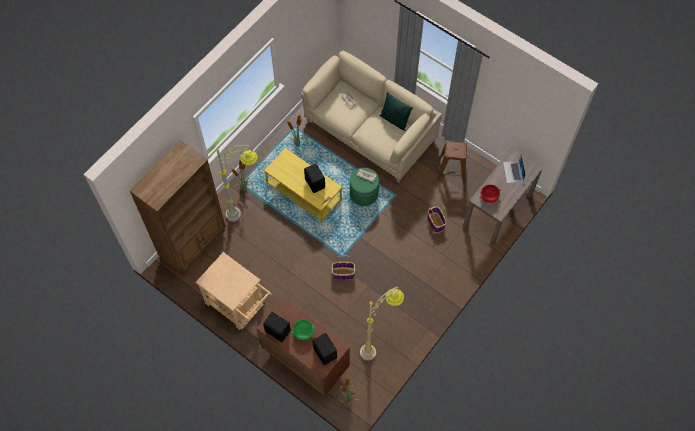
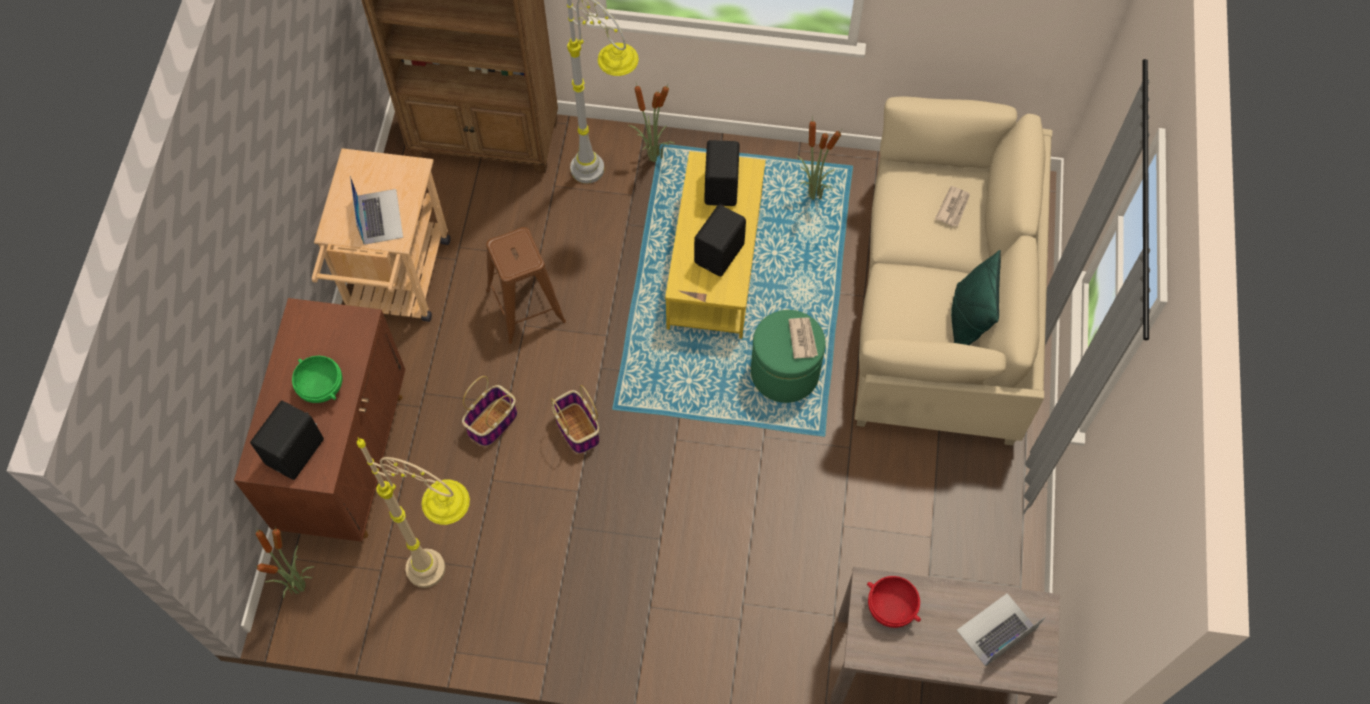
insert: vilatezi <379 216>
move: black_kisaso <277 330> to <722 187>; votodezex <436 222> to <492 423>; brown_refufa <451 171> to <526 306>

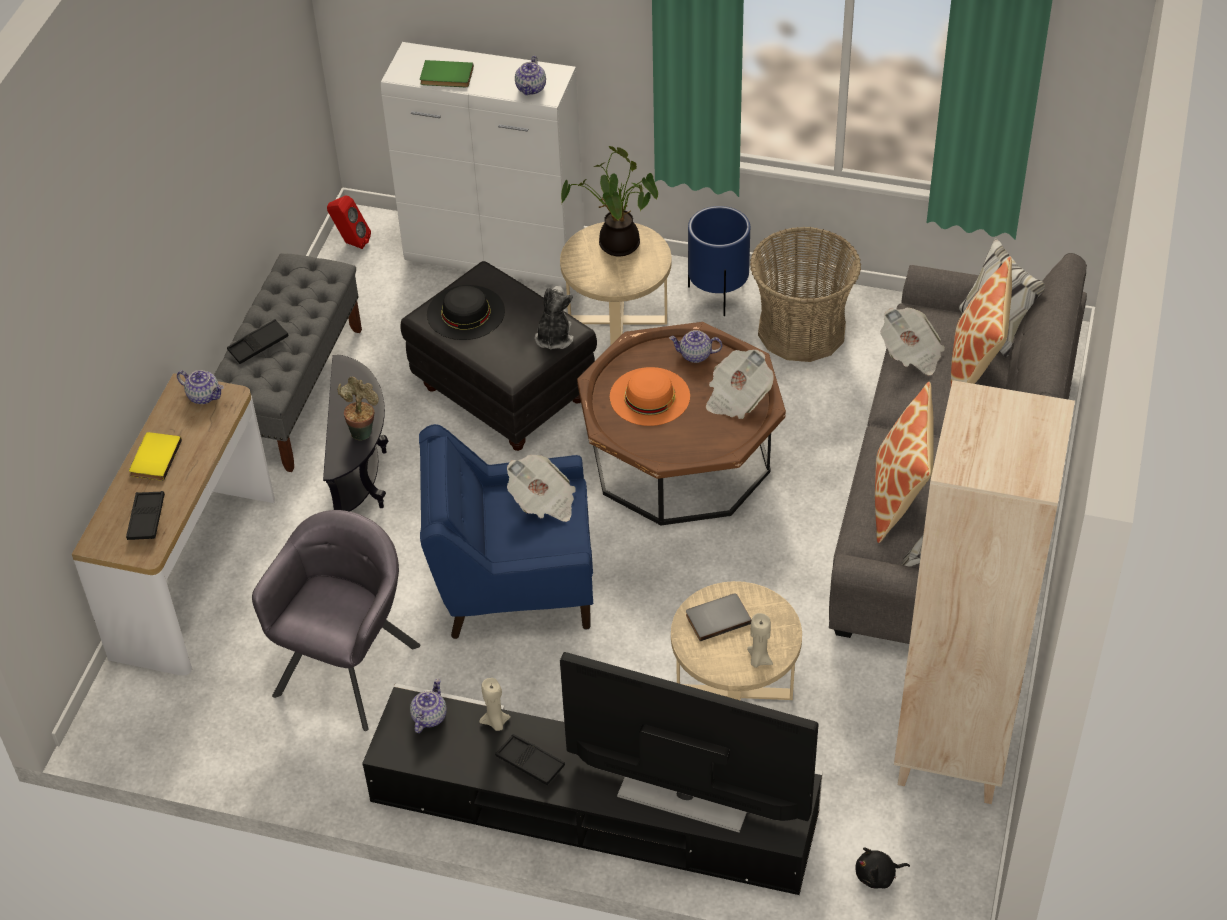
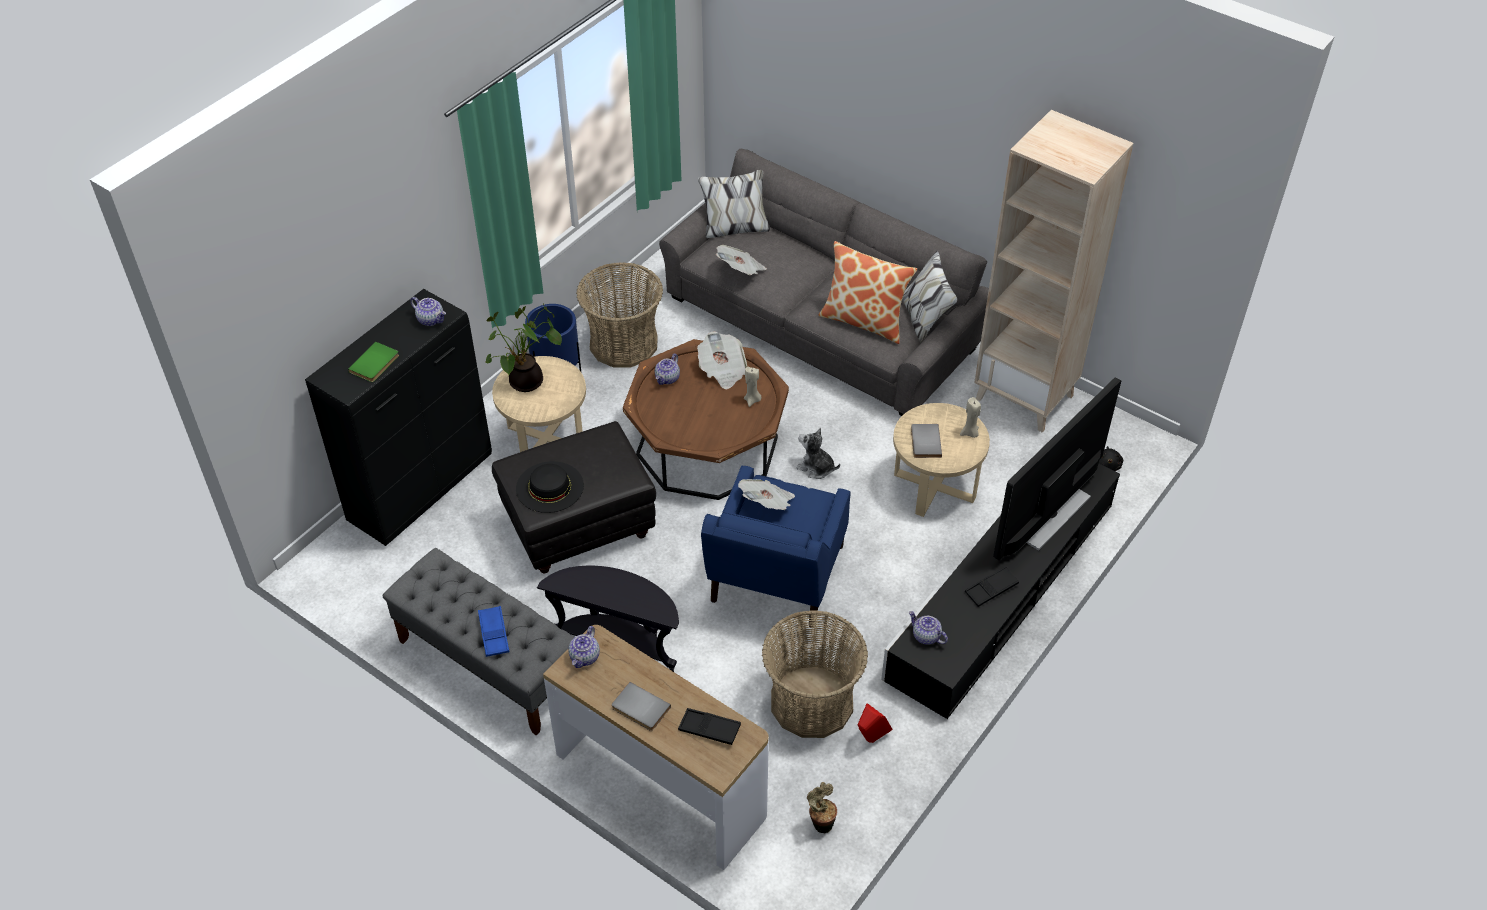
delete: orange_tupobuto <650 396>; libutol <975 367>
move: red_kisaso <351 243> to <870 739>; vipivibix <362 431> to <821 823>; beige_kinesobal <495 722> to <752 400>; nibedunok <554 337> to <816 468>
replace: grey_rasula <348 669> to votodezex <811 702>
recolor: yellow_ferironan <153 458> to grey_ferironan <639 709>; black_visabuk <258 345> to blue_visabuk <494 634>; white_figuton <496 256> to black_figuton <422 488>
rotate: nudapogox <204 396> = <585 657> 150 degrees clockwise

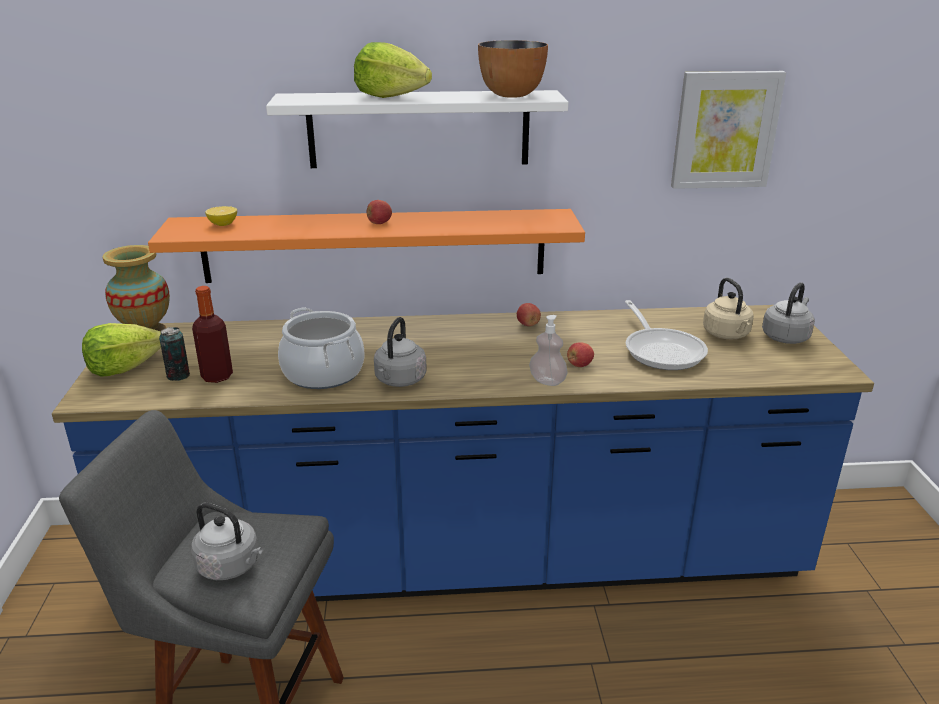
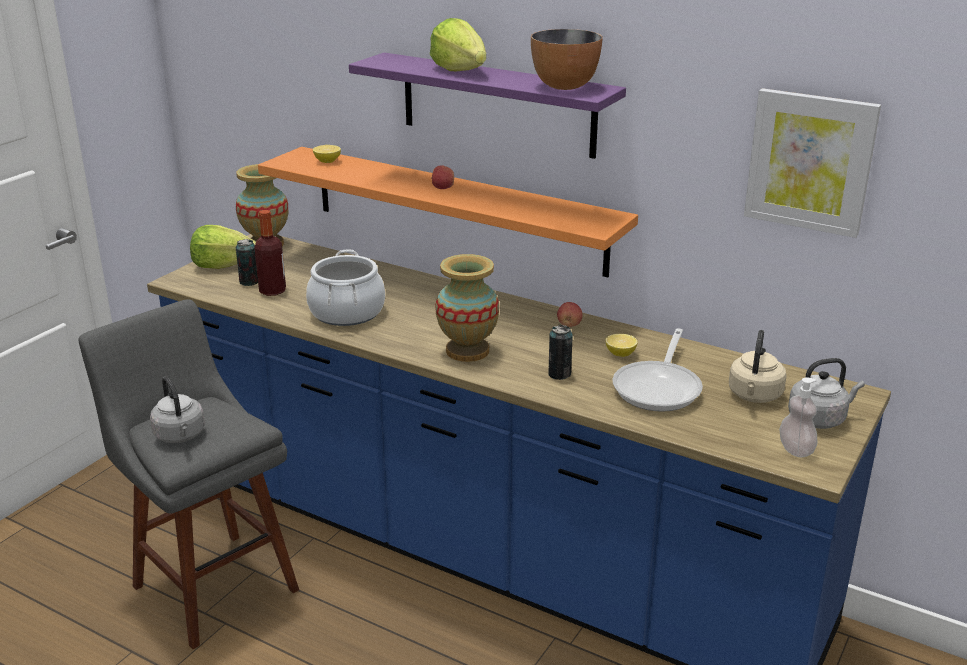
delete: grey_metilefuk <399 381>
insert: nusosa <468 351>; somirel <620 354>
move: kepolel <547 381> to <795 450>
replace: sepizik <579 365> to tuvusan <559 374>
recolor: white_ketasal <419 129> to purple_ketasal <497 105>

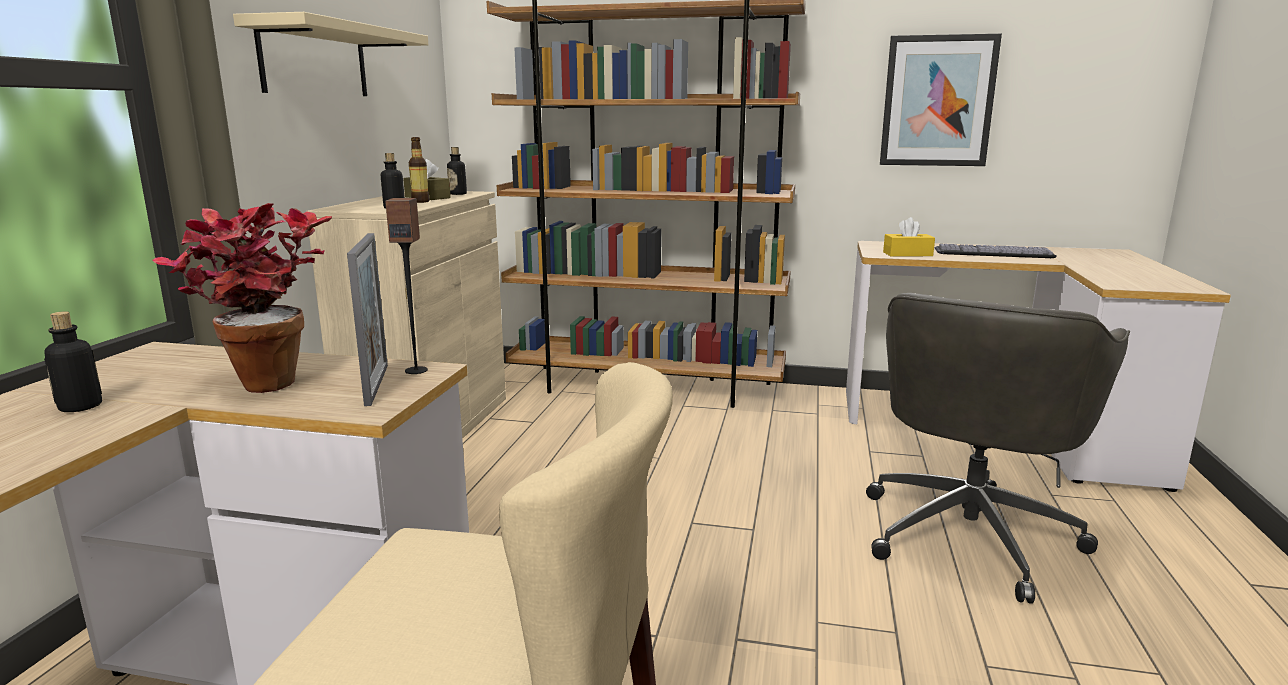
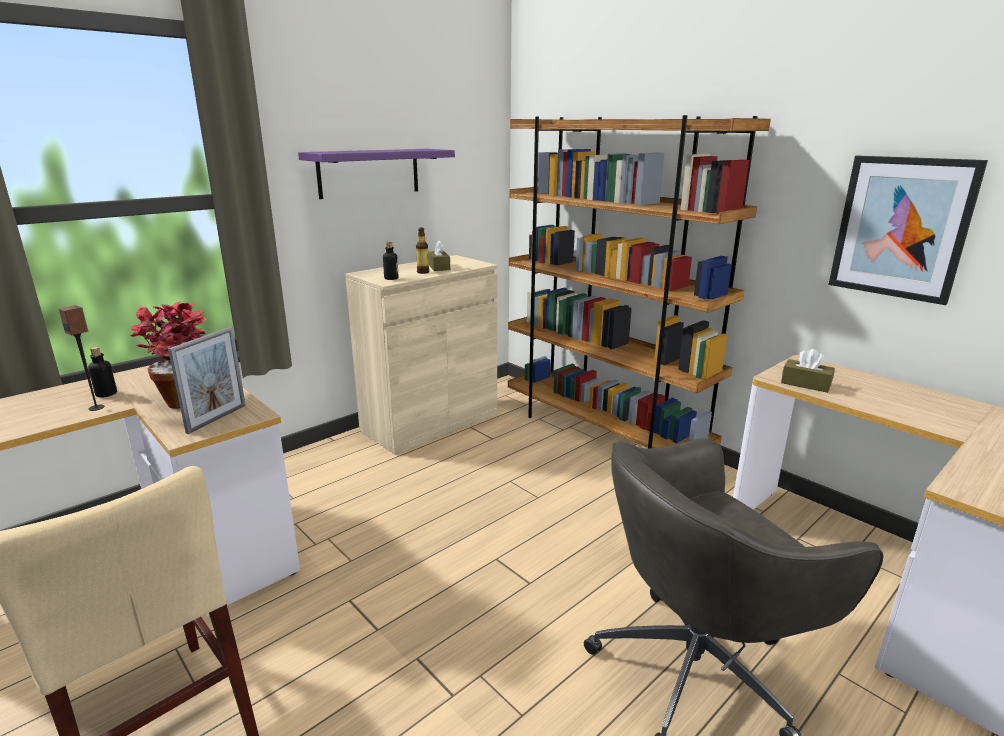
delete: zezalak <458 194>; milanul <993 252>
move: kisaso <416 370> to <97 407>
recolor: beige_ketasal <315 61> to purple_ketasal <369 172>; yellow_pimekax <907 254> to brown_pimekax <805 384>

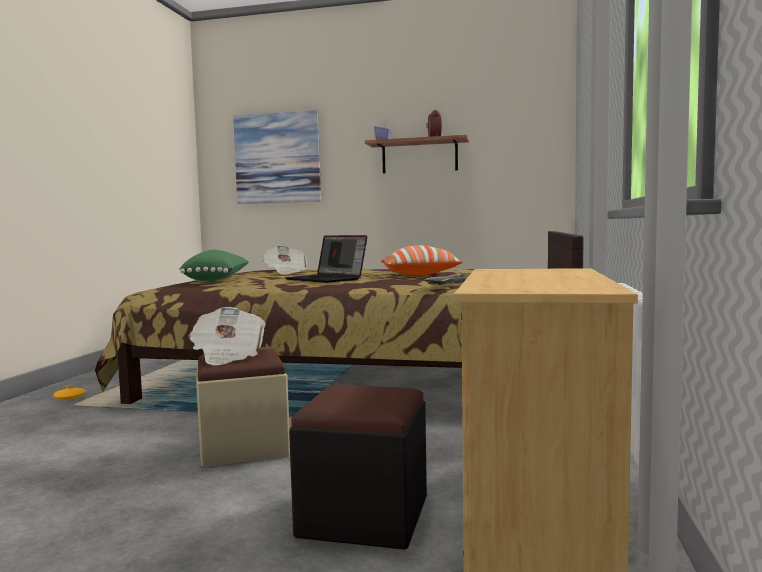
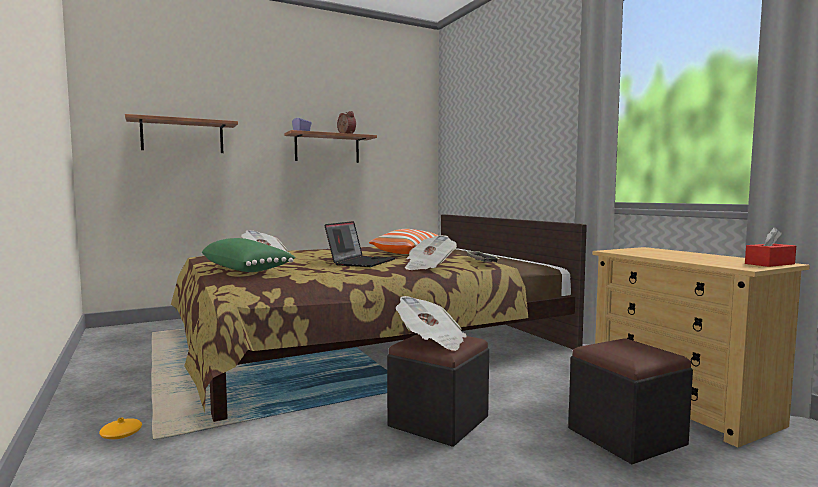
insert: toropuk <428 267>; red_pimekax <769 264>
replace: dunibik <277 158> to ketasal <182 136>
recolor: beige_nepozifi <243 446> to black_nepozifi <438 421>
rotate: vilatezi <327 279> = <361 262> 75 degrees counterclockwise

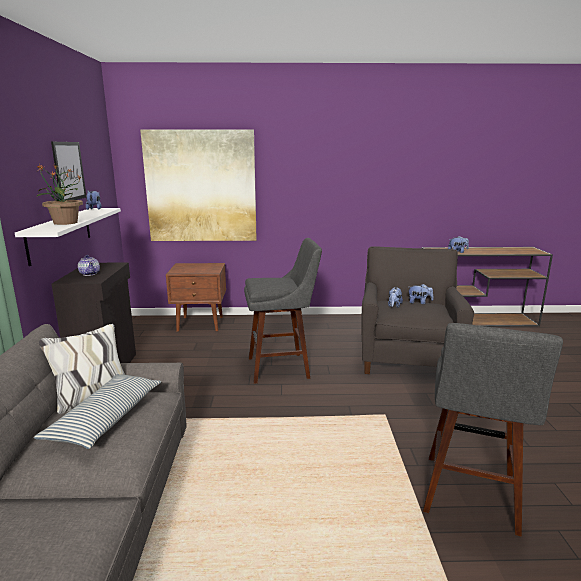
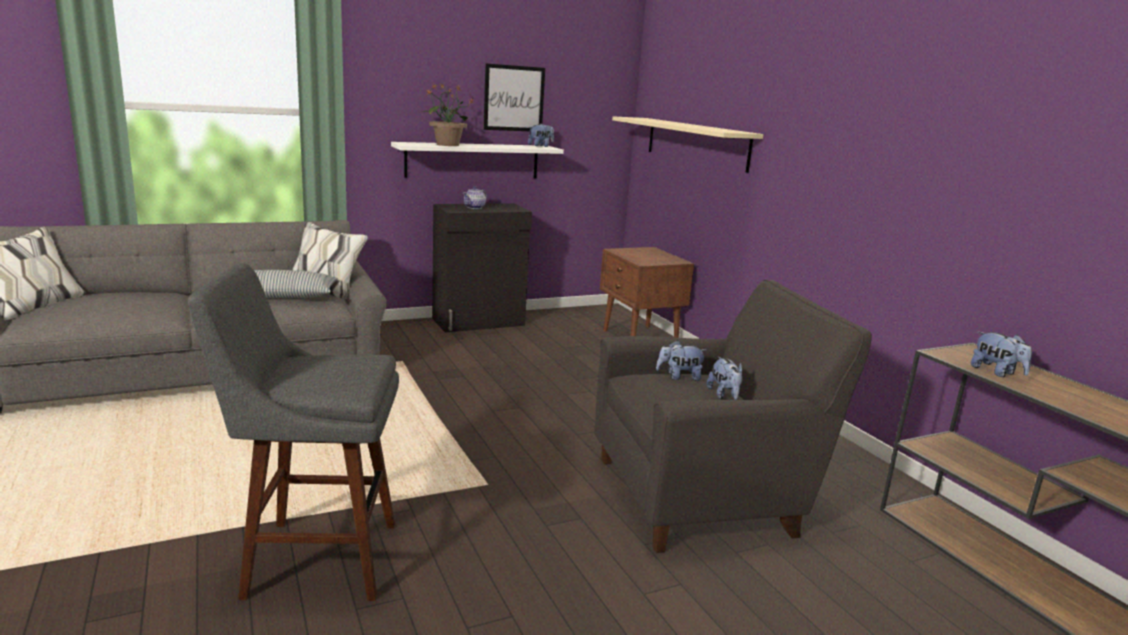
delete: grey_refufa <282 367>
replace: dunibik <201 186> to beige_ketasal <696 143>

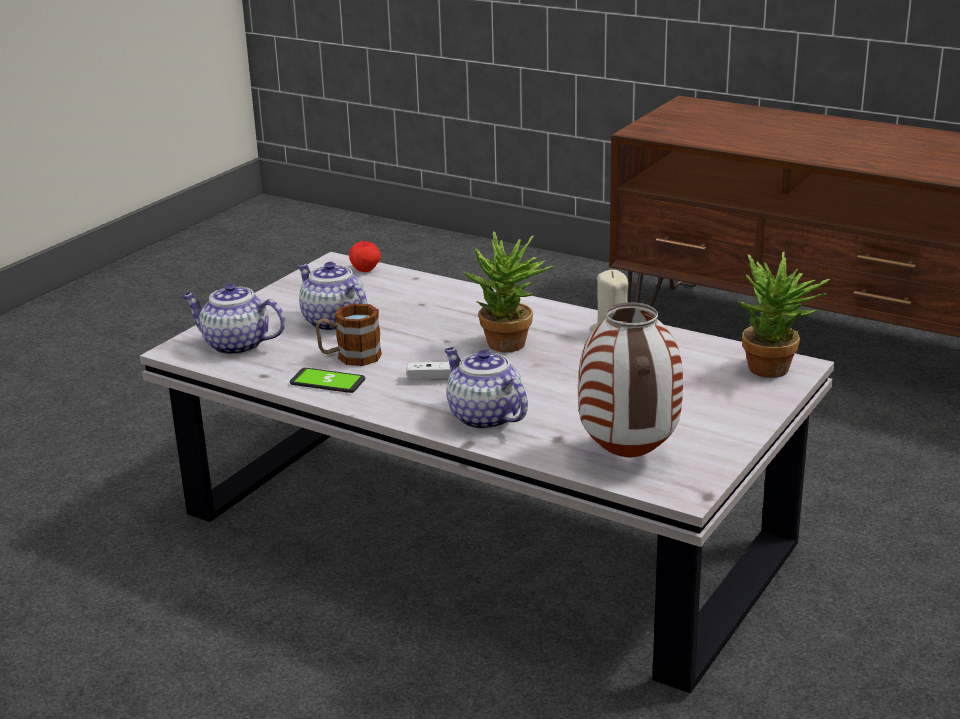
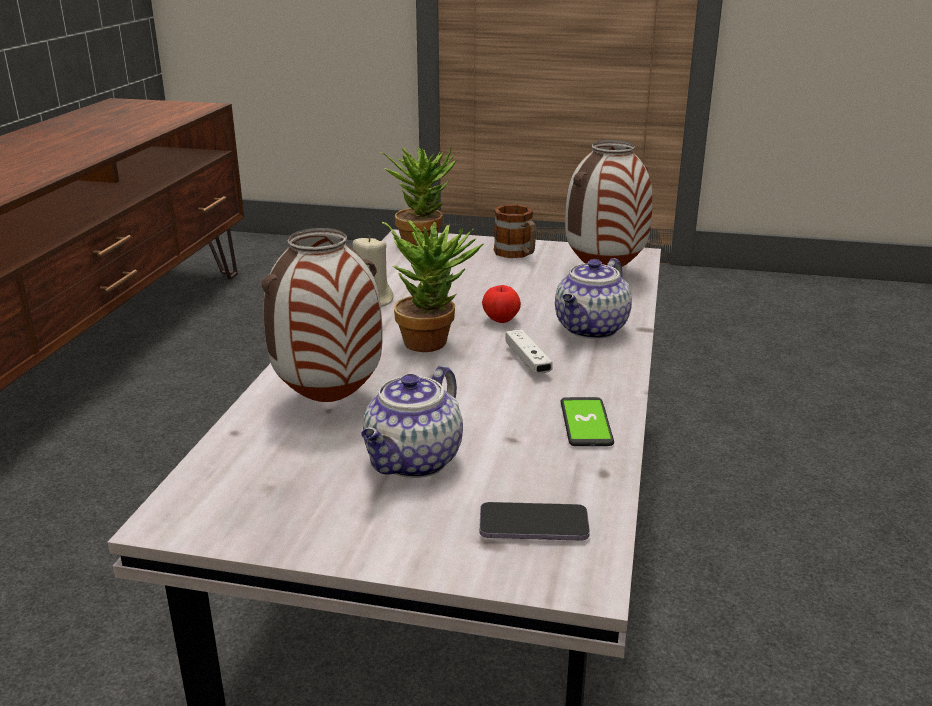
insert: nusosa <330 400>
move: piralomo <350 357> to <517 254>; sepizik <365 269> to <501 319>
replace: nudapogox <235 345> to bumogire <533 525>

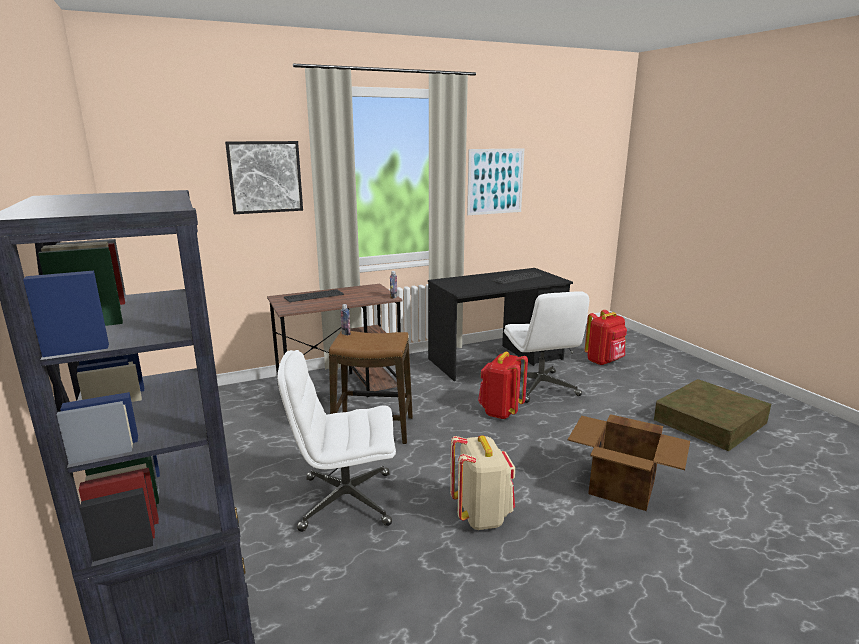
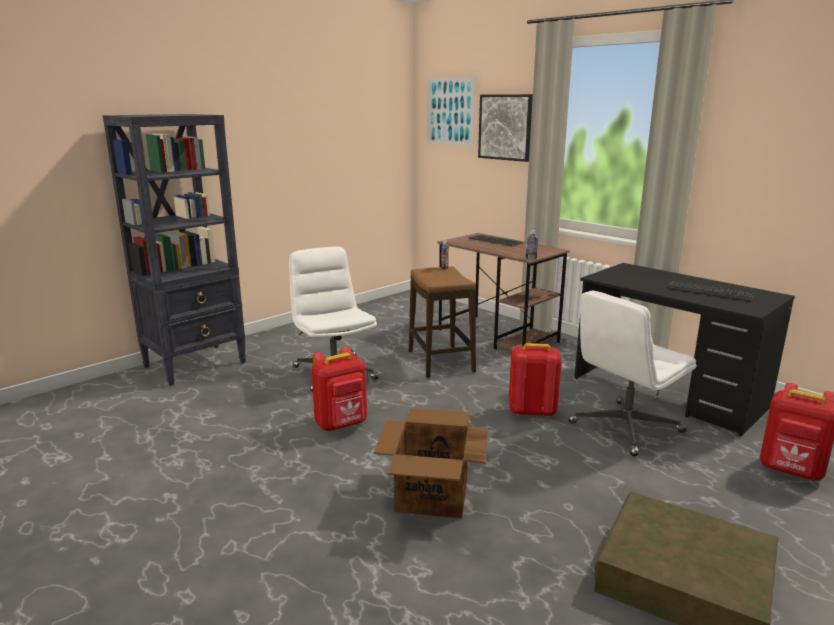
move: dunibik <495 181> to <450 111>
recolor: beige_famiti <481 515> to red_famiti <342 424>

